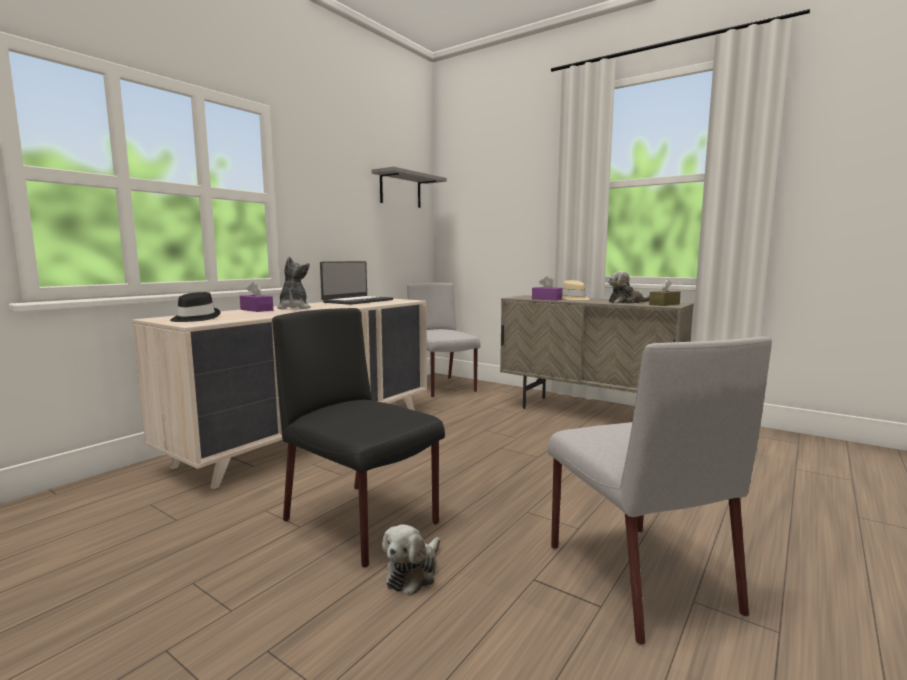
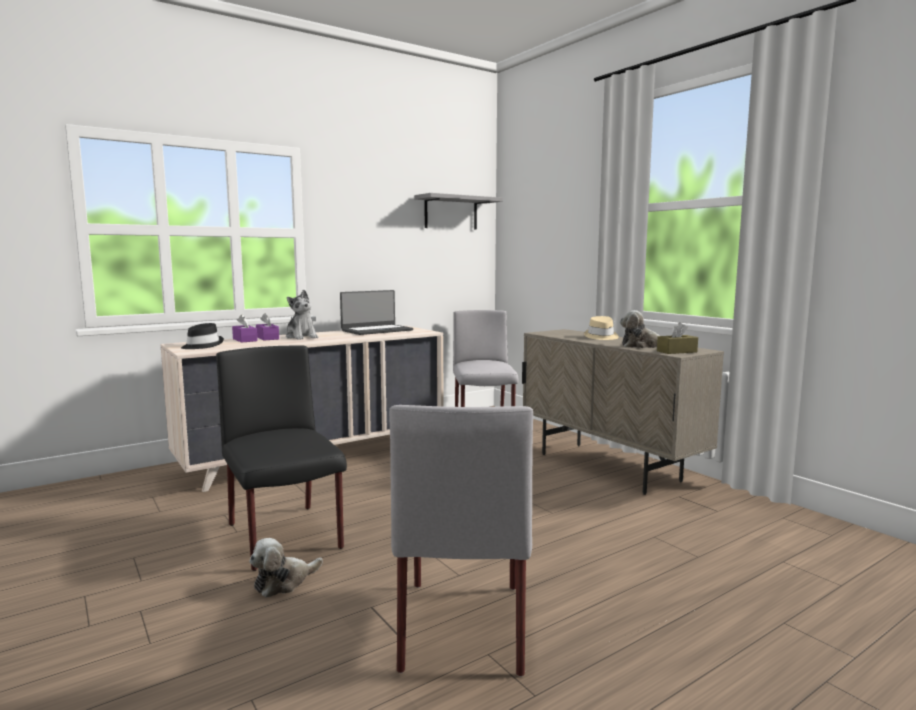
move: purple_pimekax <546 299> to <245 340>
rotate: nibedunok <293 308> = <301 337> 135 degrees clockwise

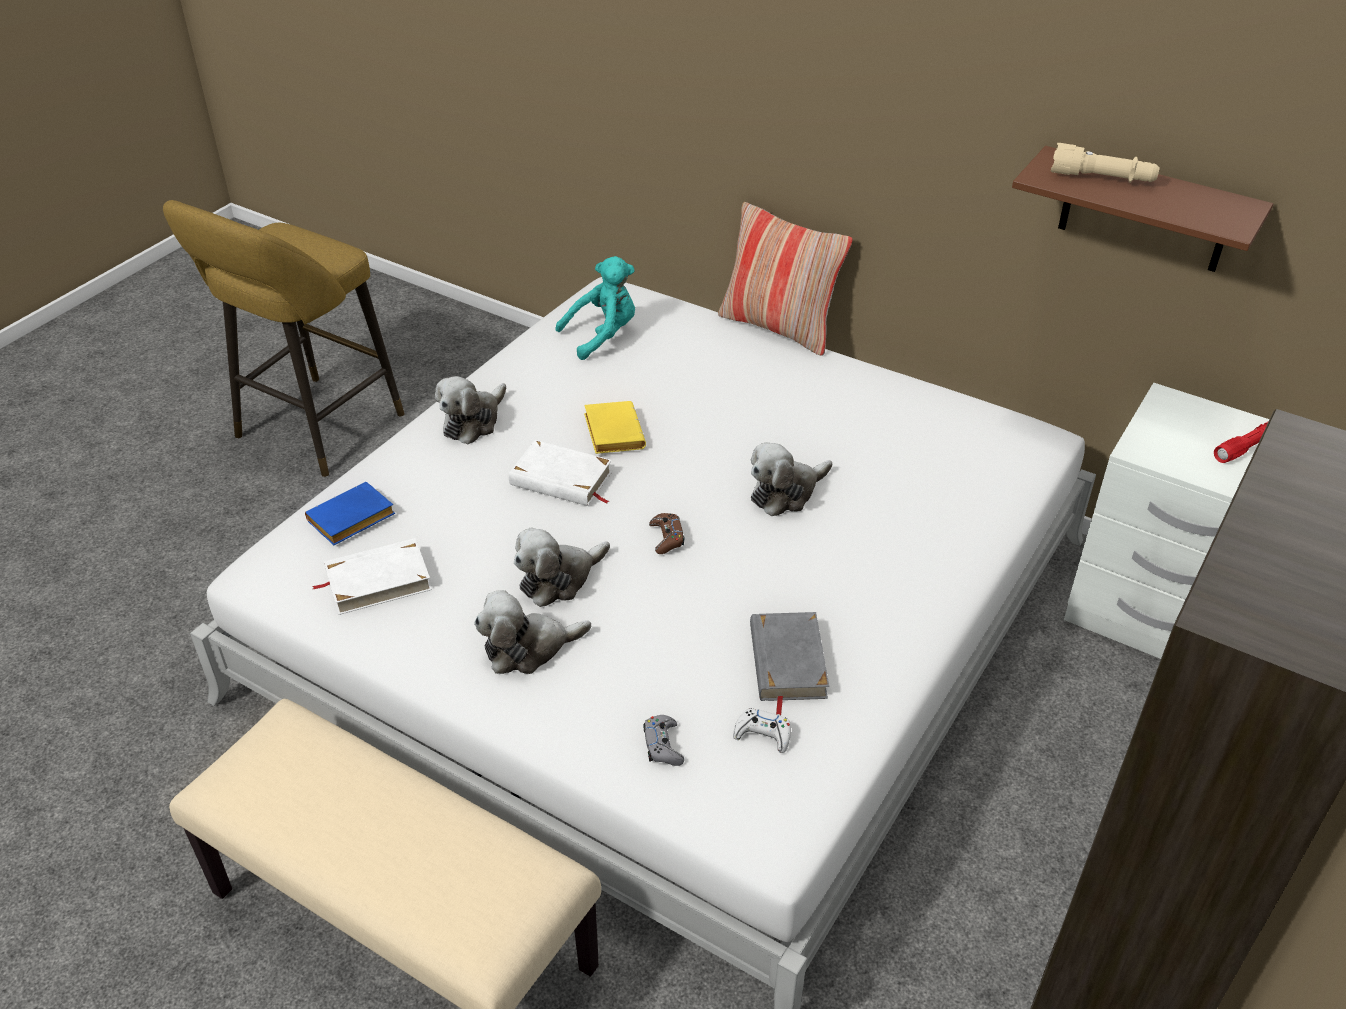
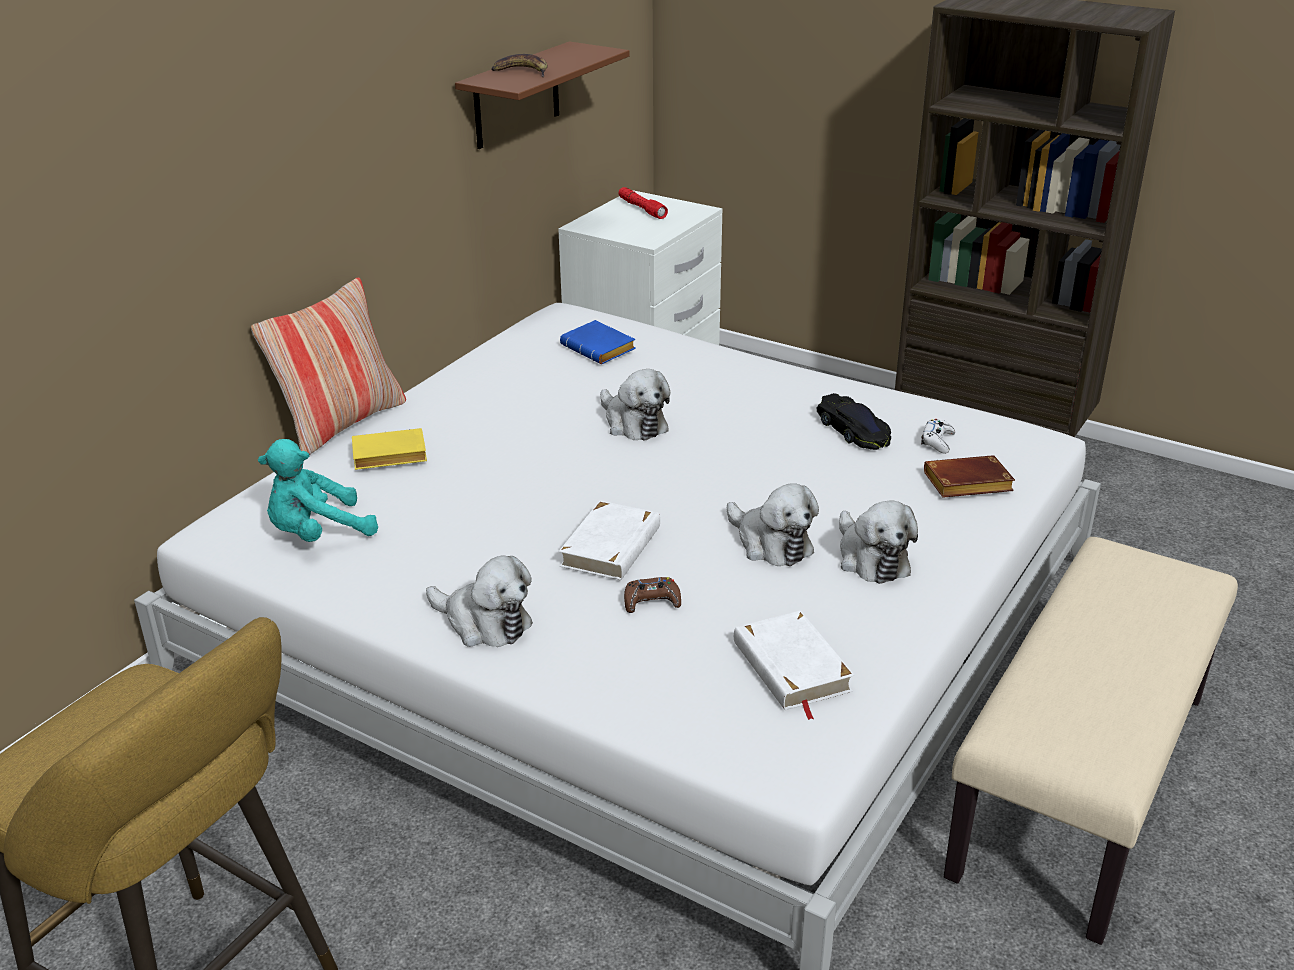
move: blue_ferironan <350 521> to <600 349>; yellow_ferironan <611 432> to <387 457>; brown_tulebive <667 537> to <651 601>
replace: grey_tulebive <663 745> to brown_ferironan <966 485>; grey_ferironan <787 662> to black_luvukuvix <853 430>; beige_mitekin <1102 178> to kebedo <522 72>
rotate: turquoise_nibedunok <603 335> = <317 534> 90 degrees counterclockwise

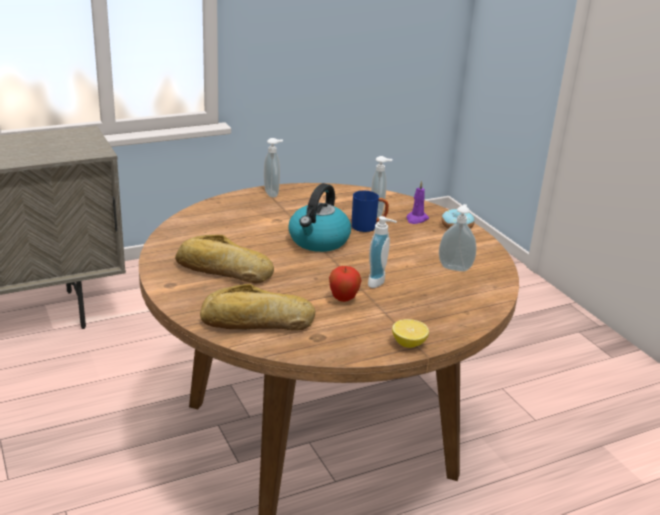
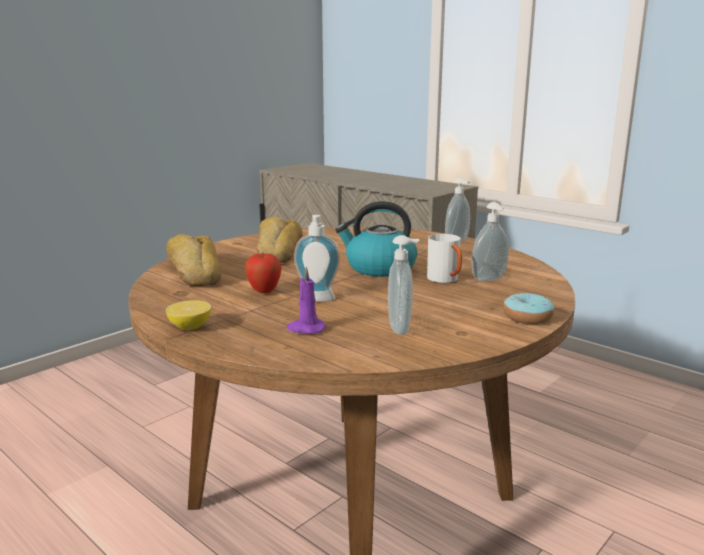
move: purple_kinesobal <416 219> to <306 329>
recolor: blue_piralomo <368 227> to white_piralomo <446 280>

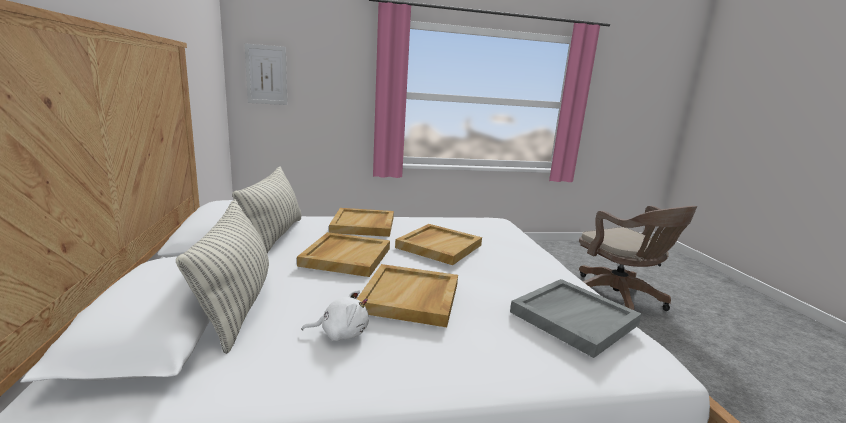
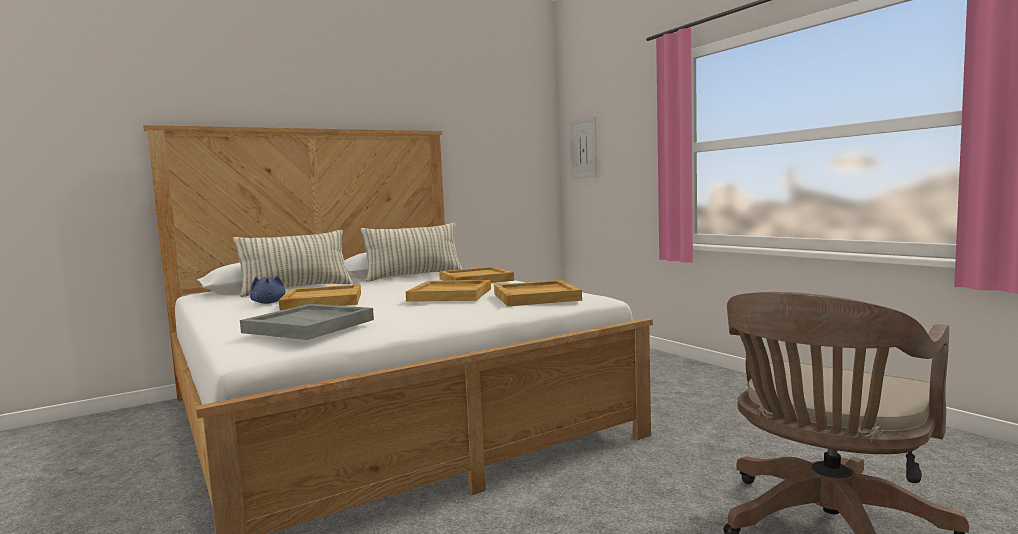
move: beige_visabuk <345 256> to <536 297>
recolor: white_nibedunok <341 333> to blue_nibedunok <269 303>

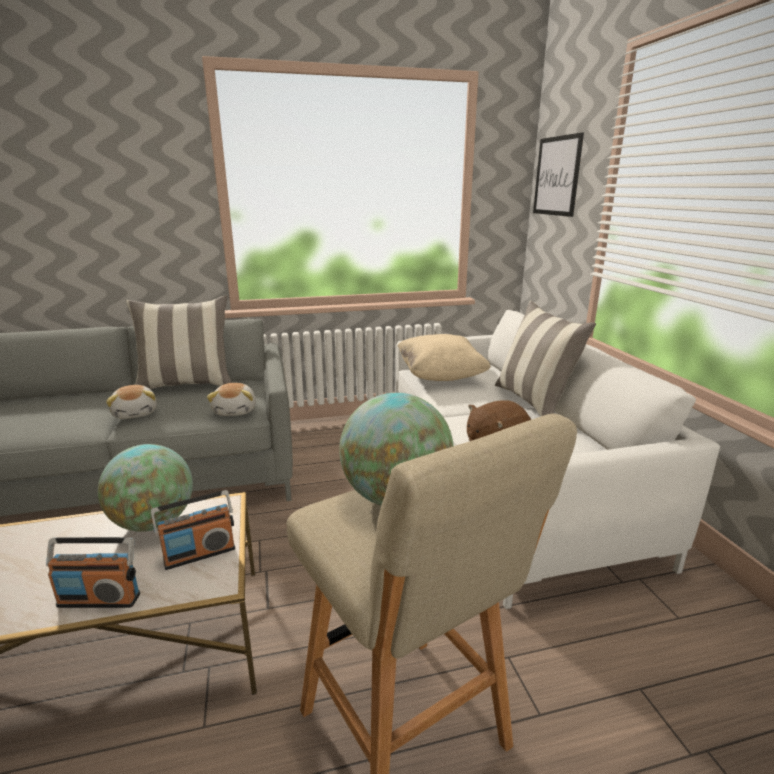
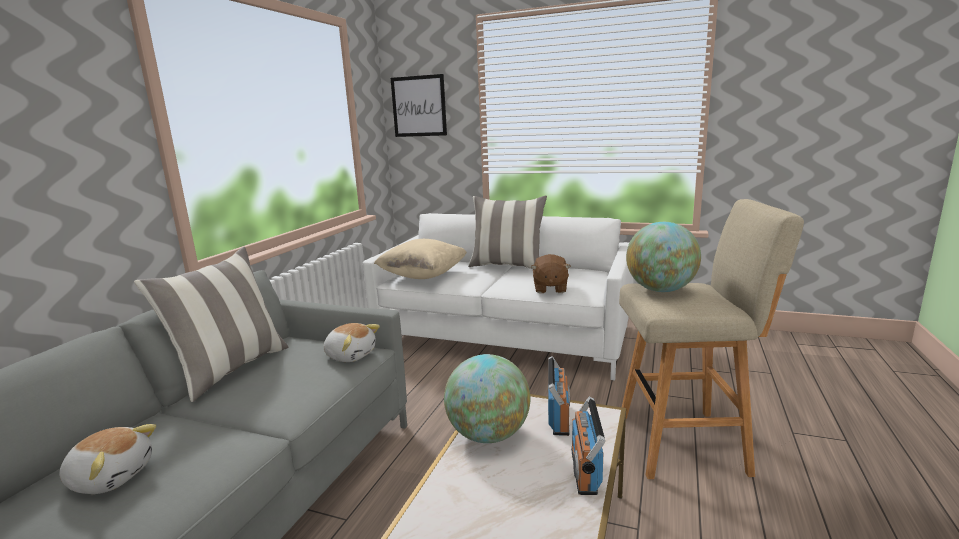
move: nibedunok <136 413> to <111 476>
rotate: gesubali <100 599> = <585 470> 150 degrees clockwise

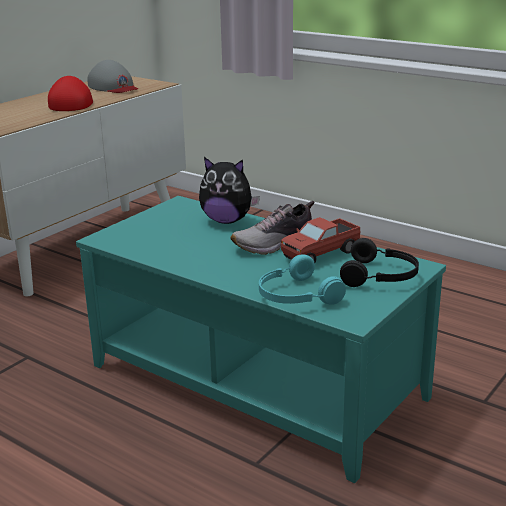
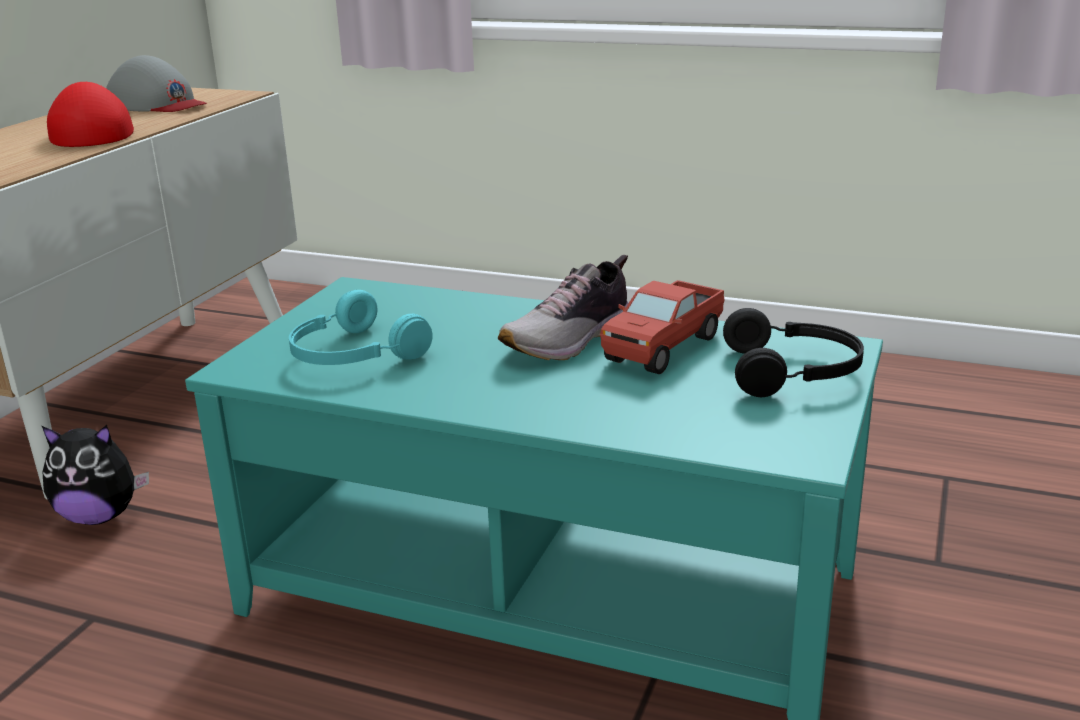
move: nibedunok <227 220> to <100 516>; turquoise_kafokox <295 296> to <353 355>

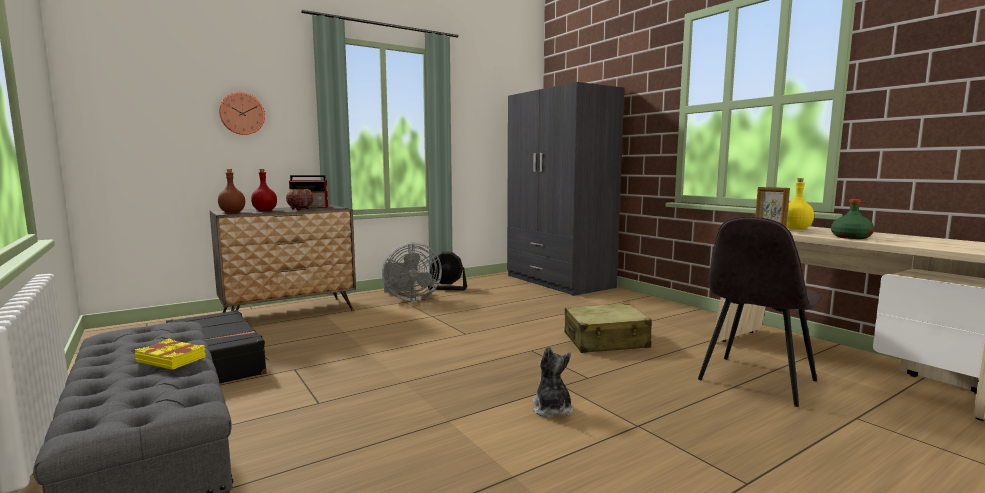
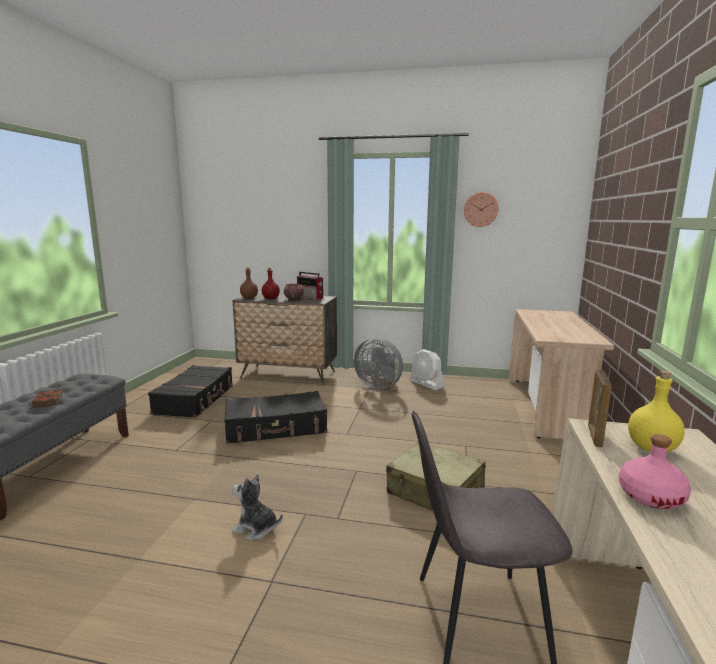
insert: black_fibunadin <276 428>
move: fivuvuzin <242 114> to <480 209>
replace: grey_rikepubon <558 281> to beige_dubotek <546 407>
recolor: yellow_ferironan <172 359> to brown_ferironan <48 401>; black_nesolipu <447 288> to white_nesolipu <426 384>; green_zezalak <850 237> to pink_zezalak <650 496>
rotate: nibedunok <552 409> = <256 528> 105 degrees counterclockwise

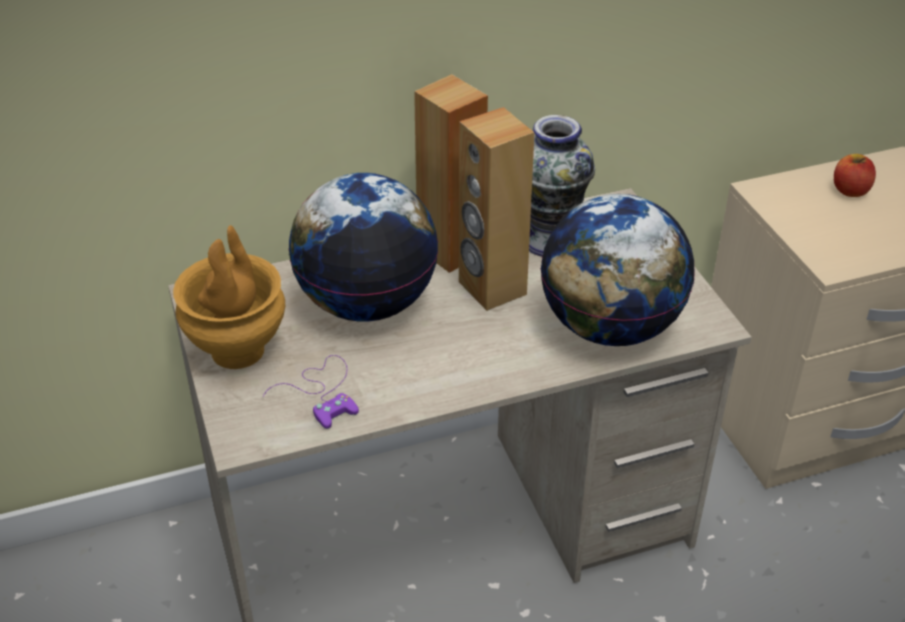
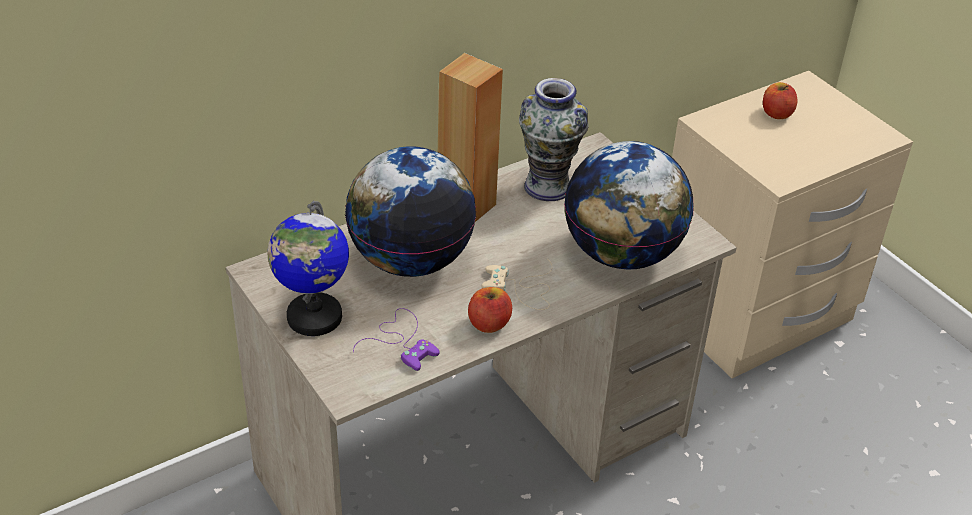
delete: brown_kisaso <491 288>
insert: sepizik <489 324>; beige_tulebive <522 288>
replace: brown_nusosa <237 352> to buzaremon <313 317>

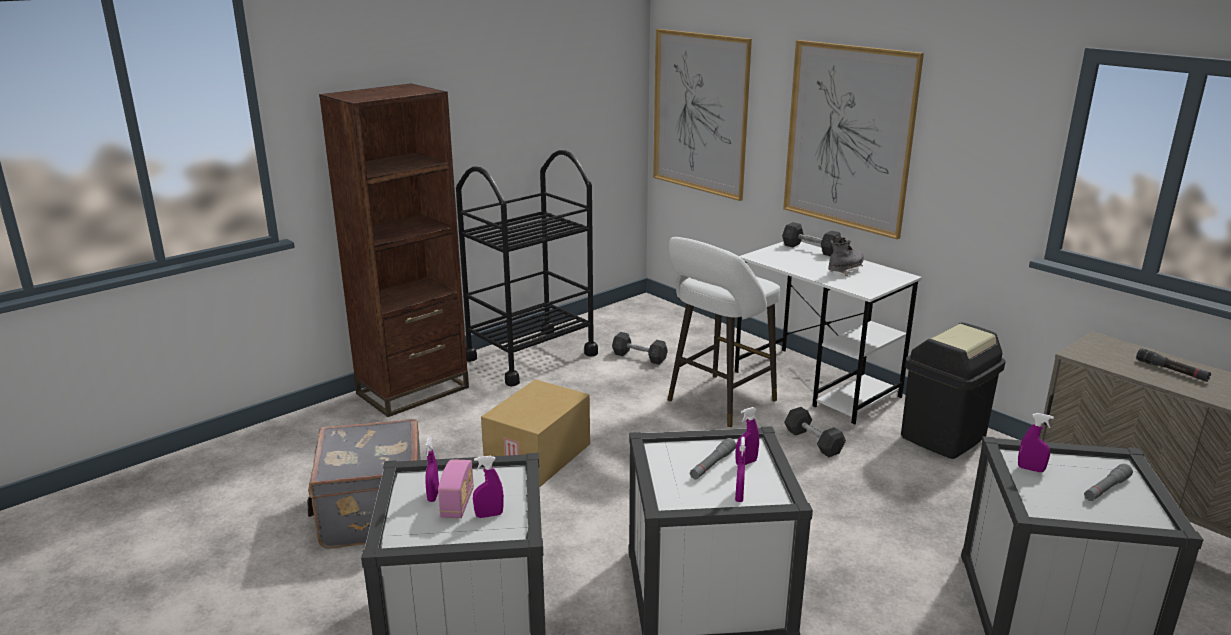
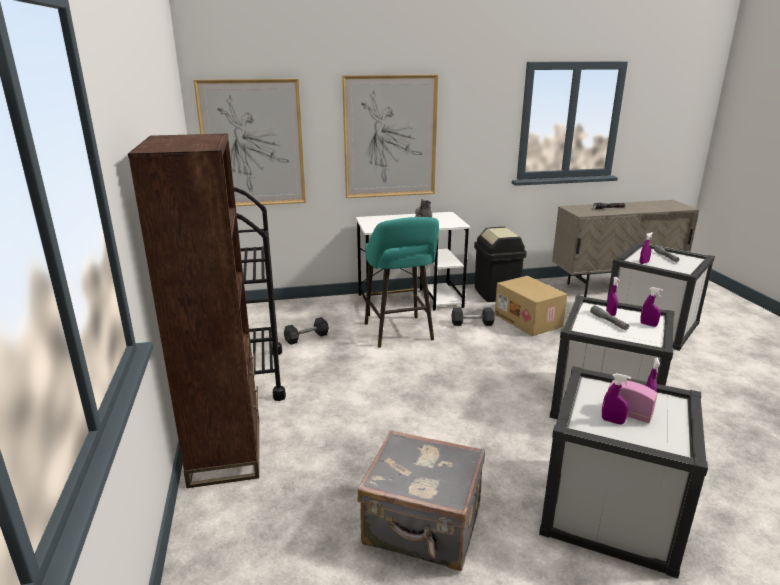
delete: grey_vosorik <811 249>
move: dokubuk <539 456> to <529 320>
recolor: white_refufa <717 402> to turquoise_refufa <399 333>

